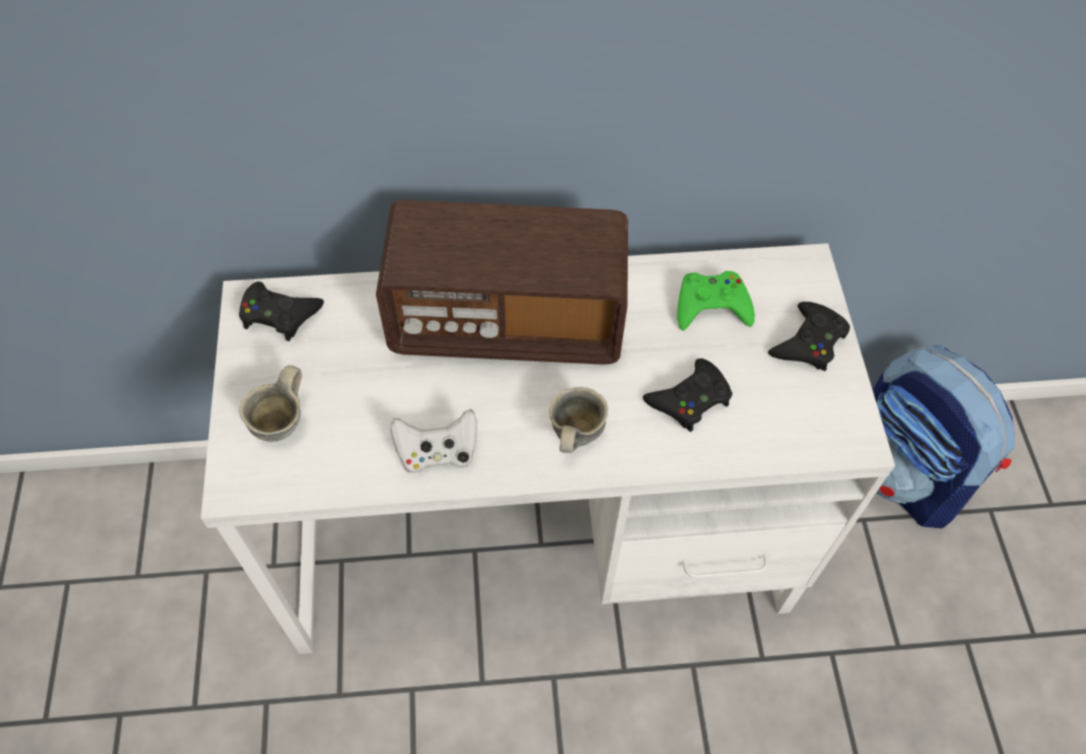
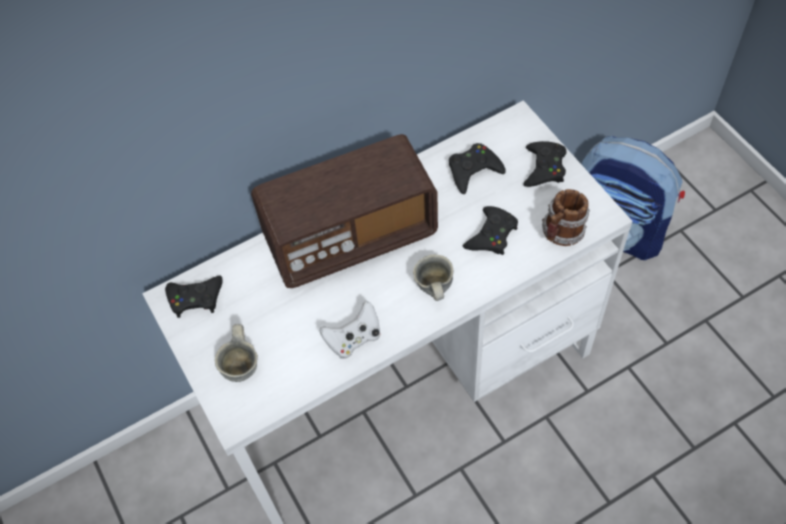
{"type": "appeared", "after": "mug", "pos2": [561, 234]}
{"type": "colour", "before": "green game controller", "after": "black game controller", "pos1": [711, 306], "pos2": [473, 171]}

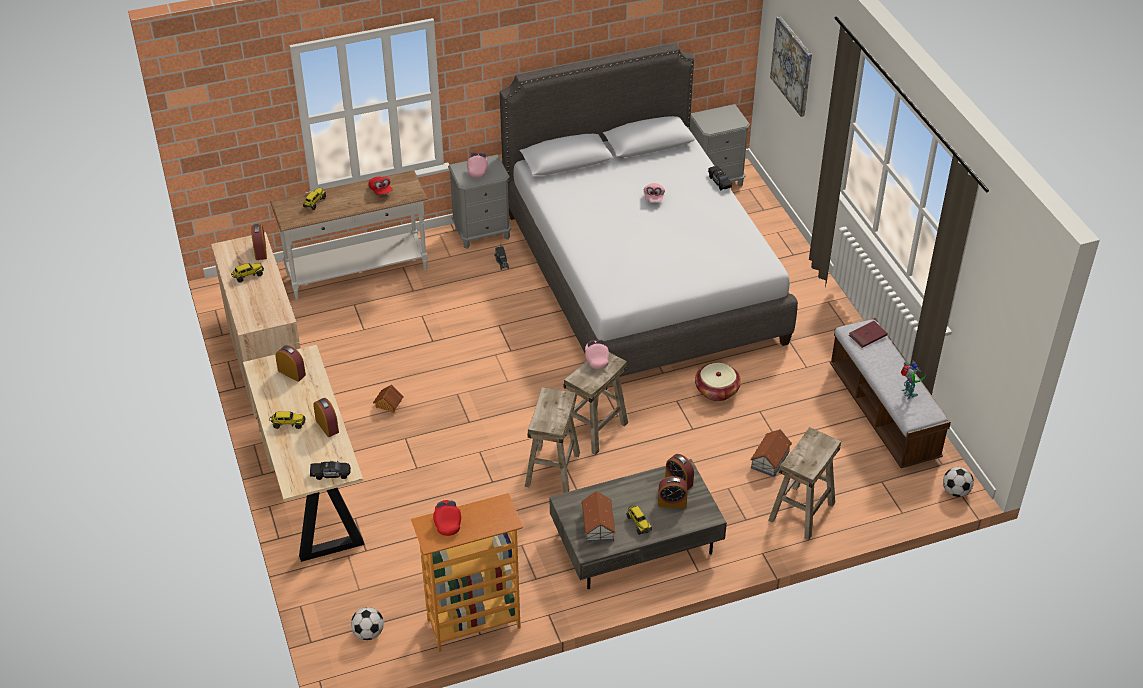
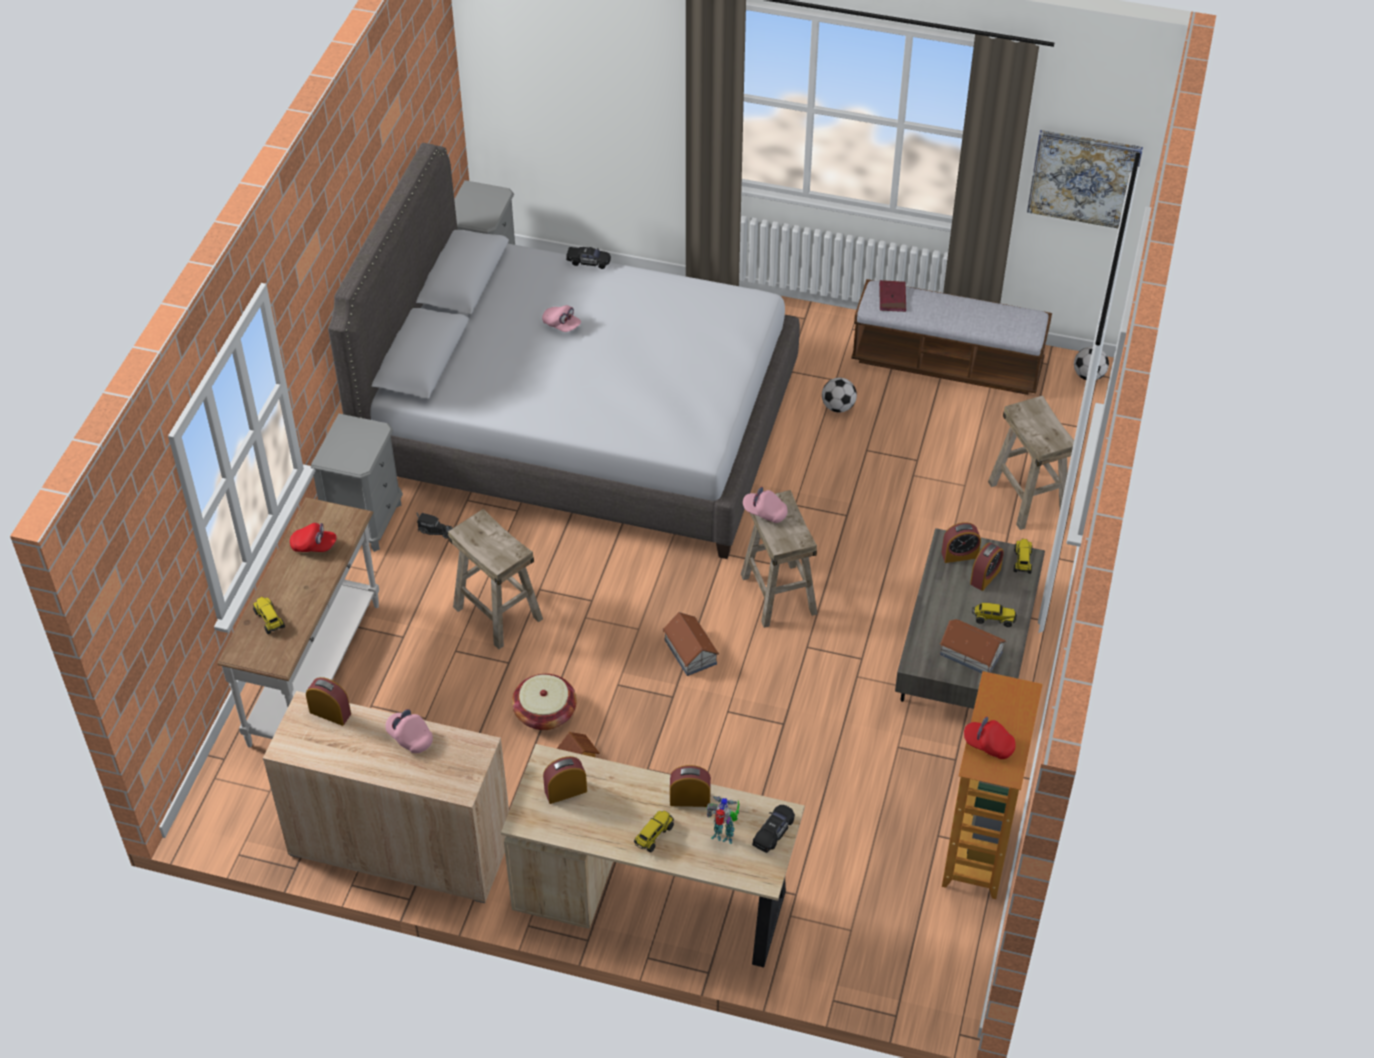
{"type": "relocated", "before": "toy truck", "pos1": [248, 275], "pos2": [1022, 561]}
{"type": "relocated", "before": "football", "pos1": [368, 633], "pos2": [838, 407]}
{"type": "relocated", "before": "pink cap", "pos1": [478, 170], "pos2": [410, 737]}
{"type": "relocated", "before": "beige stool", "pos1": [552, 469], "pos2": [497, 613]}
{"type": "relocated", "before": "basket", "pos1": [716, 390], "pos2": [545, 713]}
{"type": "relocated", "before": "toy house", "pos1": [769, 460], "pos2": [690, 652]}
{"type": "relocated", "before": "picture", "pos1": [792, 65], "pos2": [1084, 178]}
{"type": "relocated", "before": "toy robot", "pos1": [908, 394], "pos2": [724, 836]}

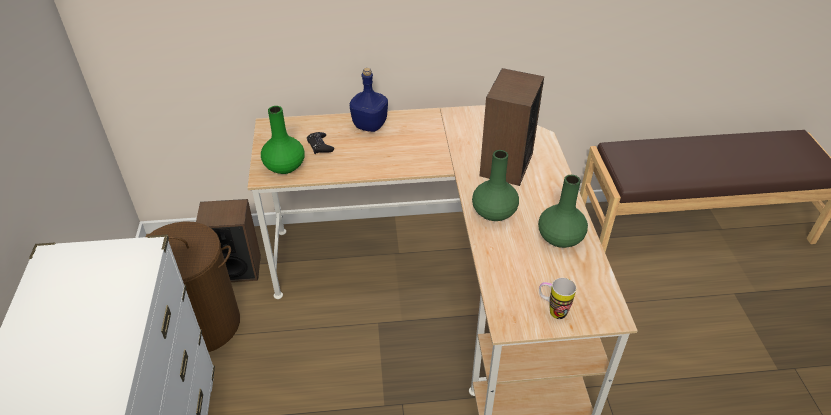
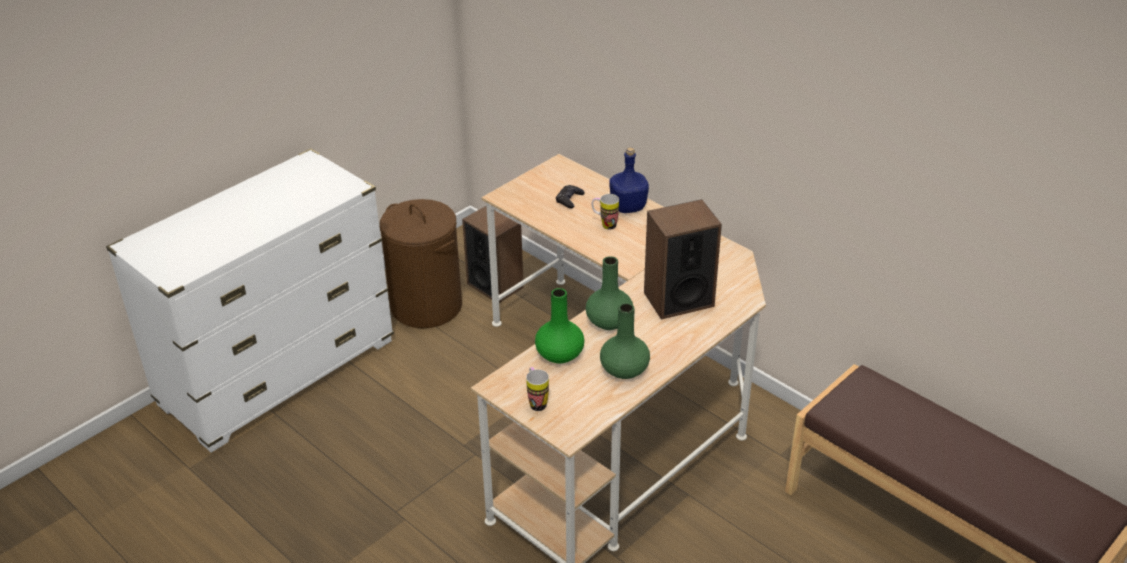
{"type": "appeared", "after": "mug", "pos2": [604, 225]}
{"type": "relocated", "before": "green vase", "pos1": [285, 166], "pos2": [560, 355]}

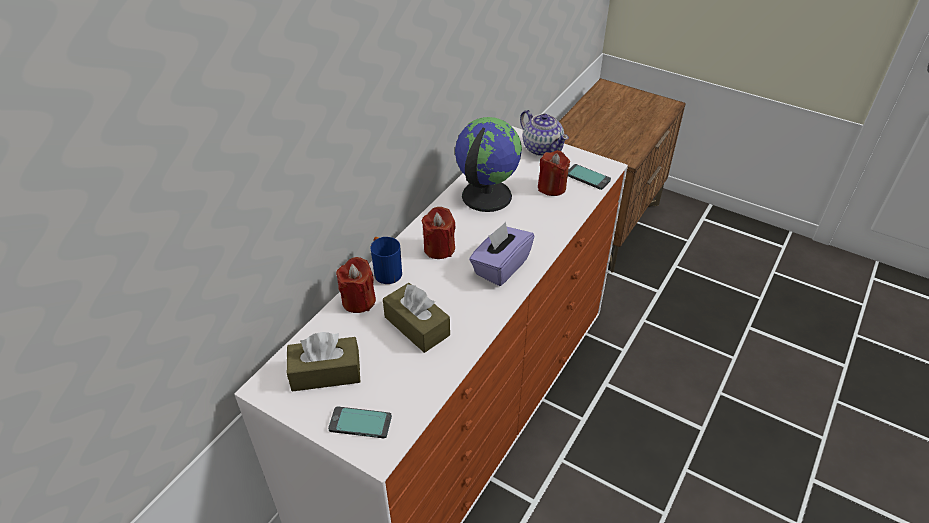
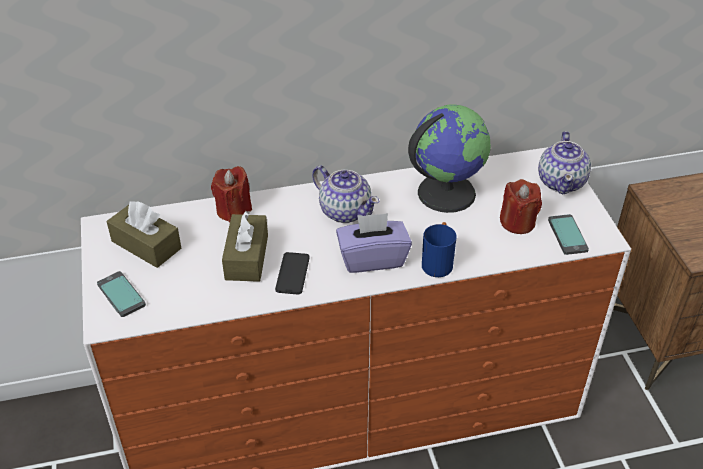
{"type": "appeared", "after": "phone", "pos2": [292, 273]}
{"type": "relocated", "before": "blue mug", "pos1": [385, 271], "pos2": [438, 262]}
{"type": "exchanged", "before": "red candle", "after": "teapot", "pos1": [439, 248], "pos2": [345, 211]}

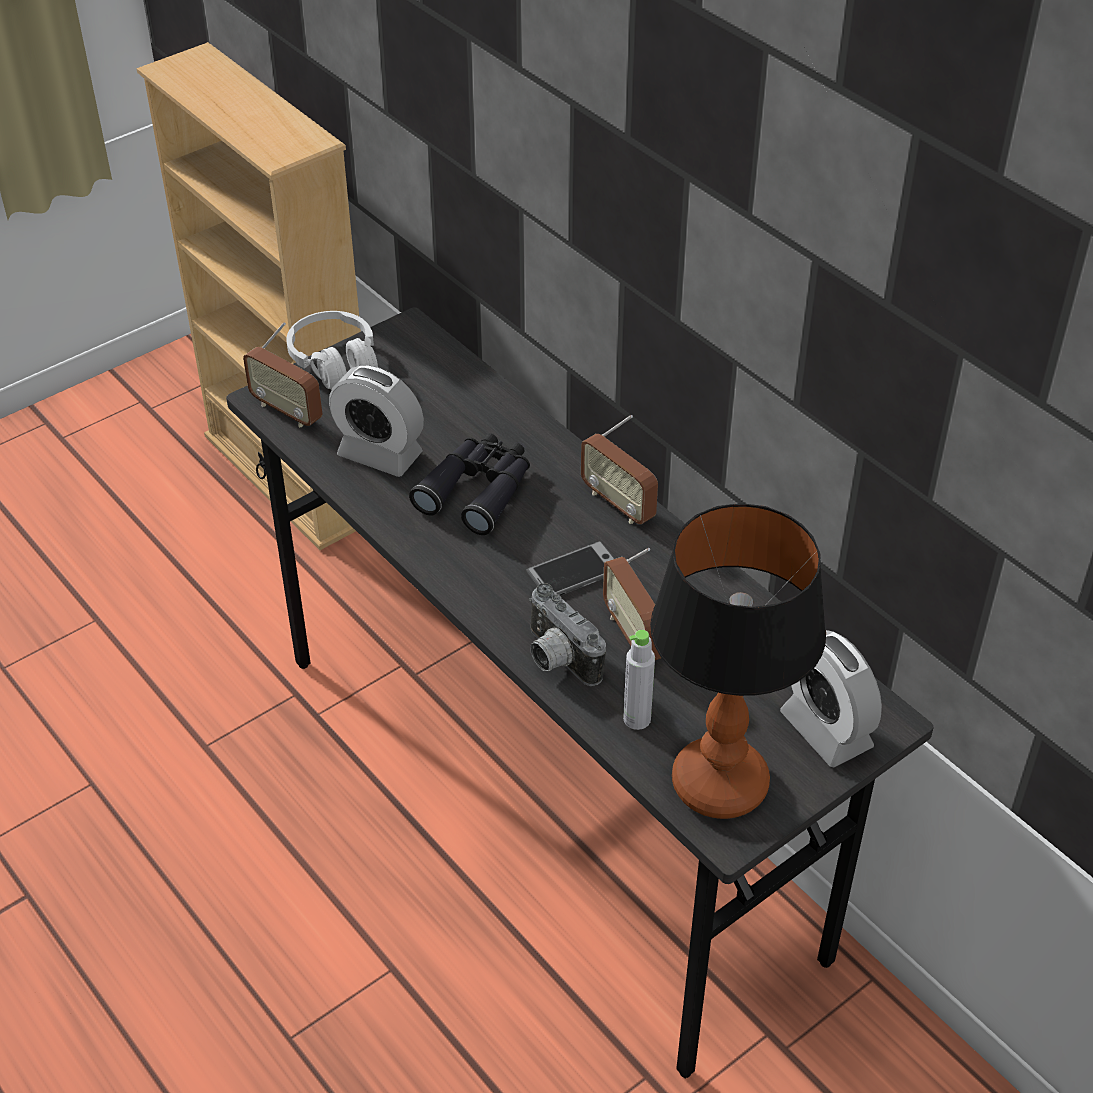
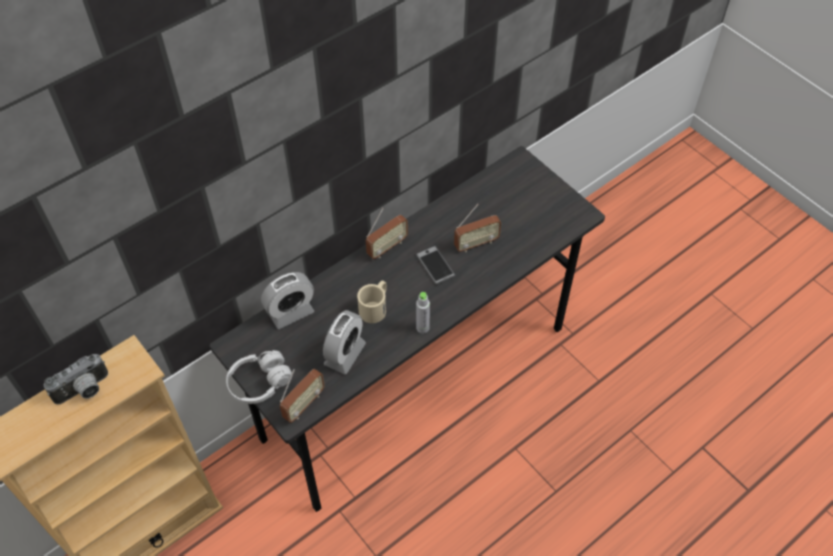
{"type": "missing", "before": "table lamp", "pos1": [721, 785]}
{"type": "relocated", "before": "photo camera", "pos1": [556, 659], "pos2": [84, 391]}
{"type": "relocated", "before": "grey bottle", "pos1": [637, 719], "pos2": [422, 328]}
{"type": "relocated", "before": "alarm clock", "pos1": [826, 730], "pos2": [291, 312]}
{"type": "exchanged", "before": "black binoculars", "after": "beige mug", "pos1": [478, 490], "pos2": [375, 307]}

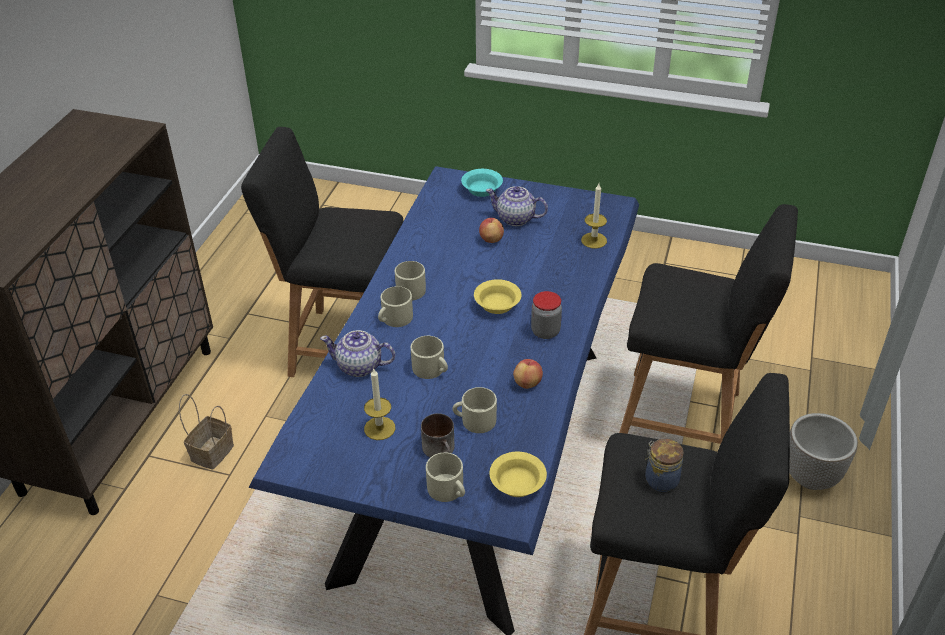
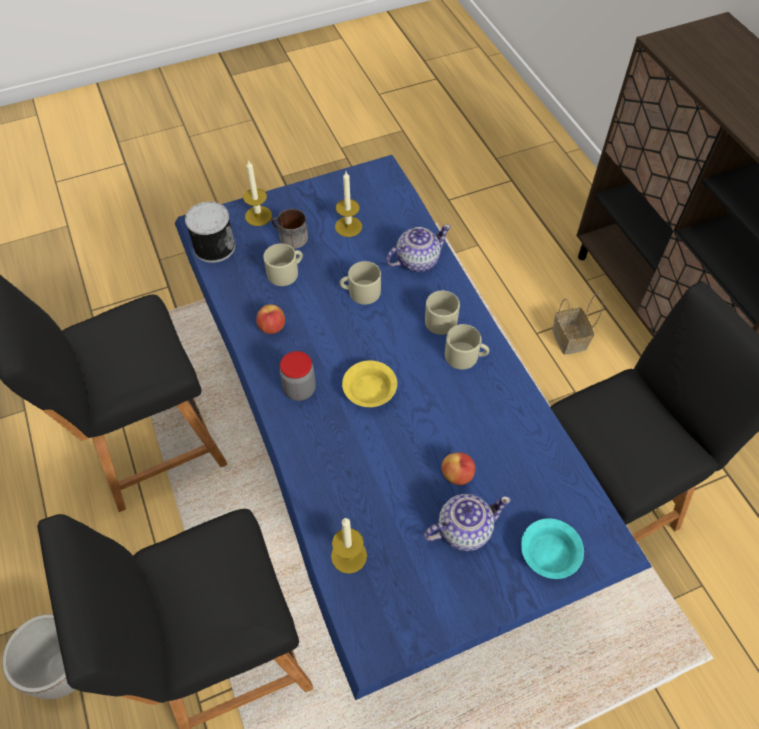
{"type": "missing", "before": "jar", "pos1": [660, 479]}
{"type": "exchanged", "before": "beige mug", "after": "candle", "pos1": [448, 490], "pos2": [258, 216]}
{"type": "exchanged", "before": "yellow bowl", "after": "can", "pos1": [518, 484], "pos2": [213, 246]}

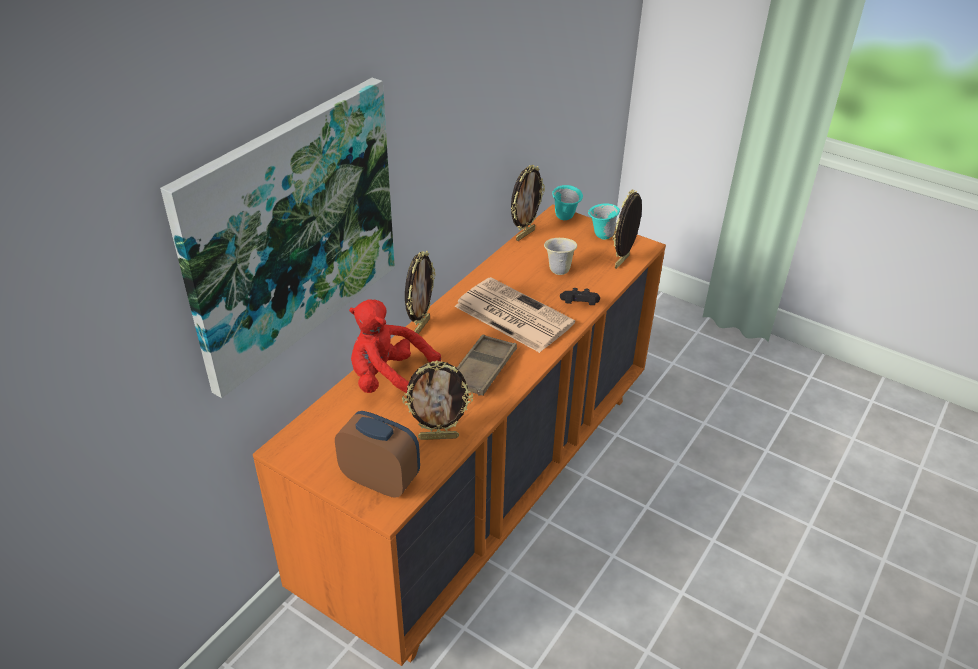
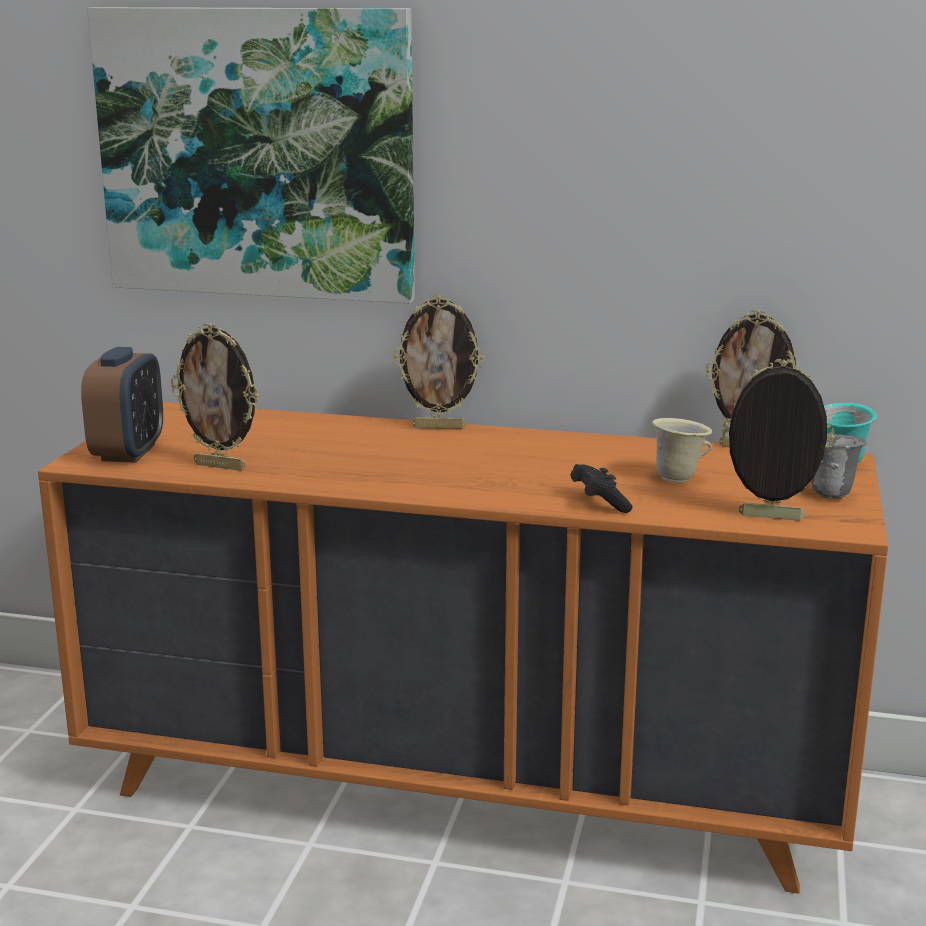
{"type": "missing", "before": "red plush toy", "pos1": [390, 382]}
{"type": "missing", "before": "newspaper", "pos1": [512, 315]}
{"type": "missing", "before": "brown tray", "pos1": [482, 370]}
{"type": "colour", "before": "turquoise mug", "after": "grey mug", "pos1": [601, 236], "pos2": [828, 494]}
{"type": "spun", "before": "picture frame", "pos1": [438, 437], "pos2": [221, 466], "turn": -45}

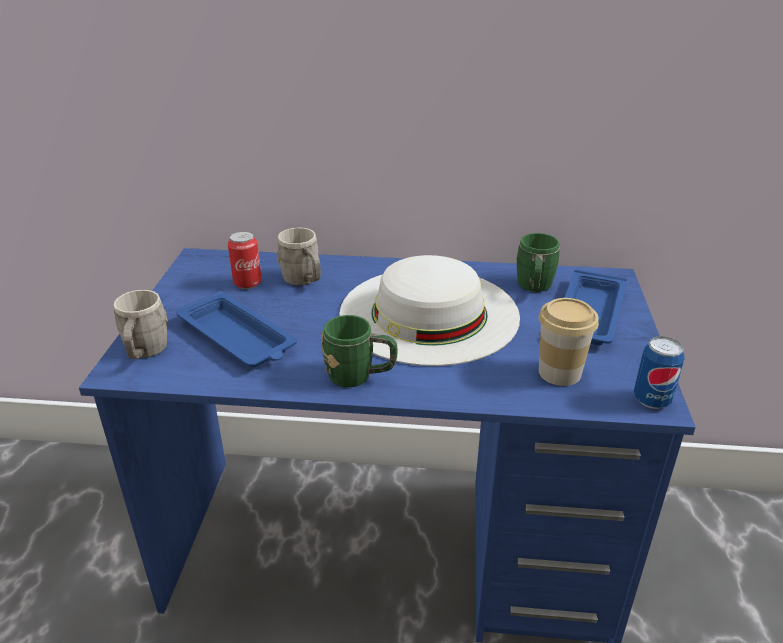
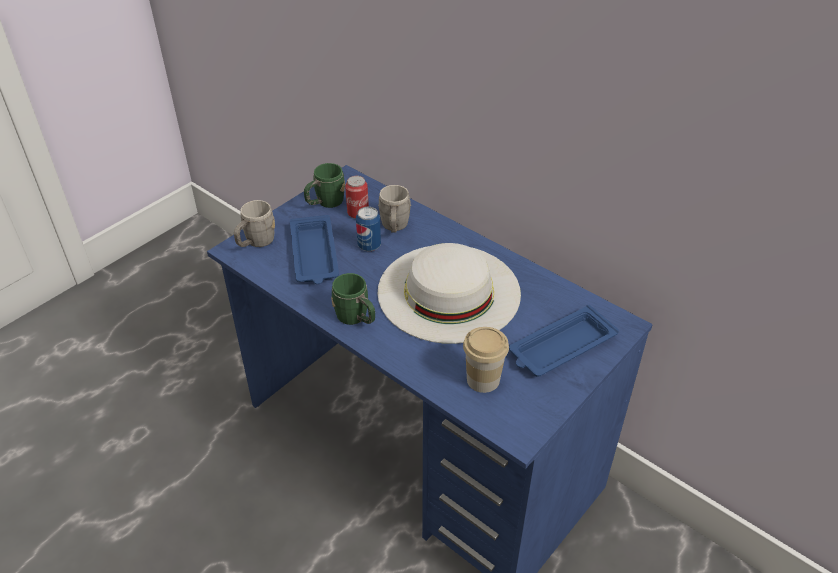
{"type": "relocated", "before": "green mug", "pos1": [534, 288], "pos2": [325, 203]}
{"type": "relocated", "before": "can", "pos1": [651, 400], "pos2": [369, 246]}

